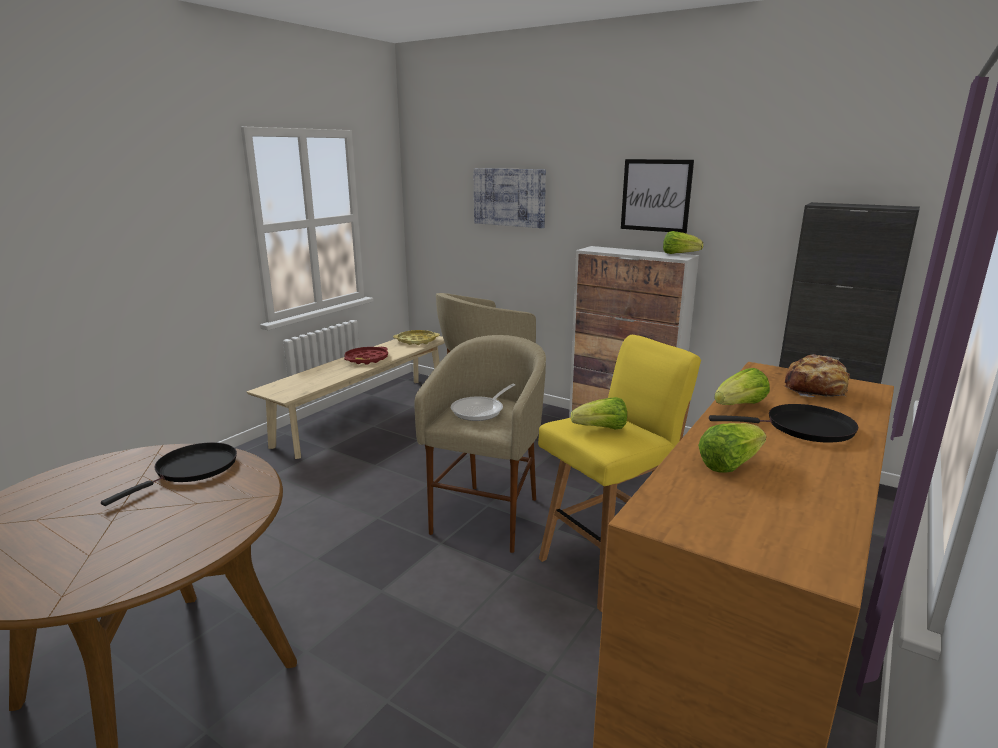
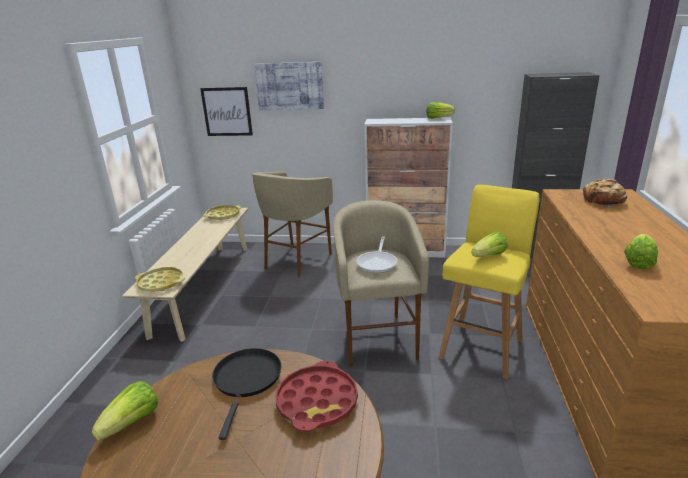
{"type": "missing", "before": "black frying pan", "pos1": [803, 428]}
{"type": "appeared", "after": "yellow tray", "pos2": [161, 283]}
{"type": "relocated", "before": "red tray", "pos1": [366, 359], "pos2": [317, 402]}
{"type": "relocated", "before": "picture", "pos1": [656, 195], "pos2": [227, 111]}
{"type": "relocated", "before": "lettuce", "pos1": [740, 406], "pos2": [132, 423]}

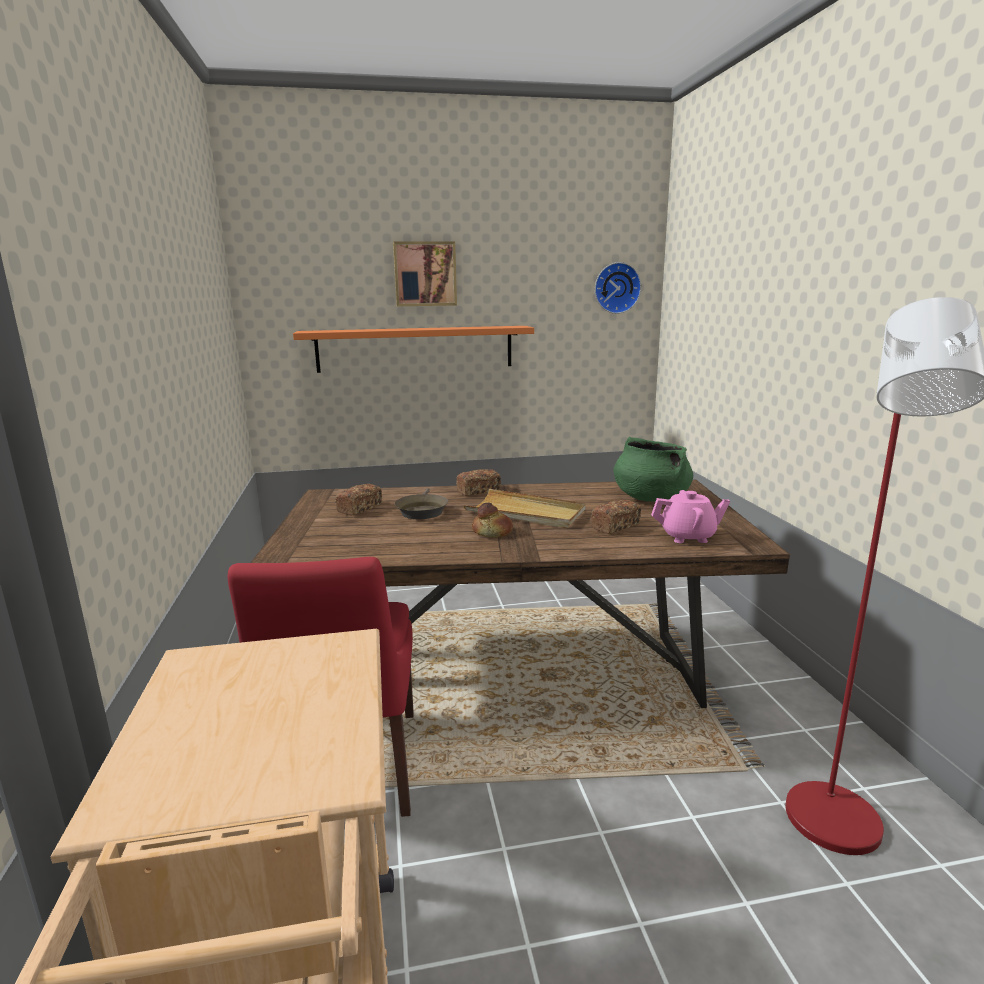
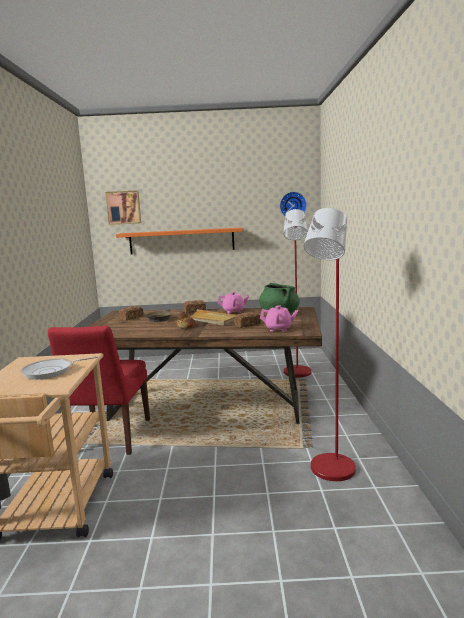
{"type": "appeared", "after": "frying pan", "pos2": [51, 371]}
{"type": "appeared", "after": "pink teapot", "pos2": [234, 311]}
{"type": "appeared", "after": "red floor lamp", "pos2": [297, 374]}
{"type": "relocated", "before": "picture", "pos1": [425, 274], "pos2": [123, 207]}

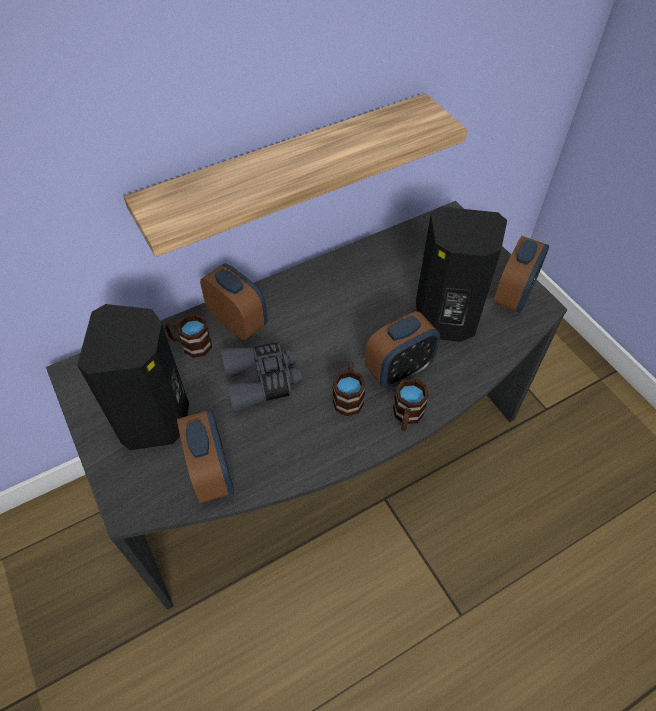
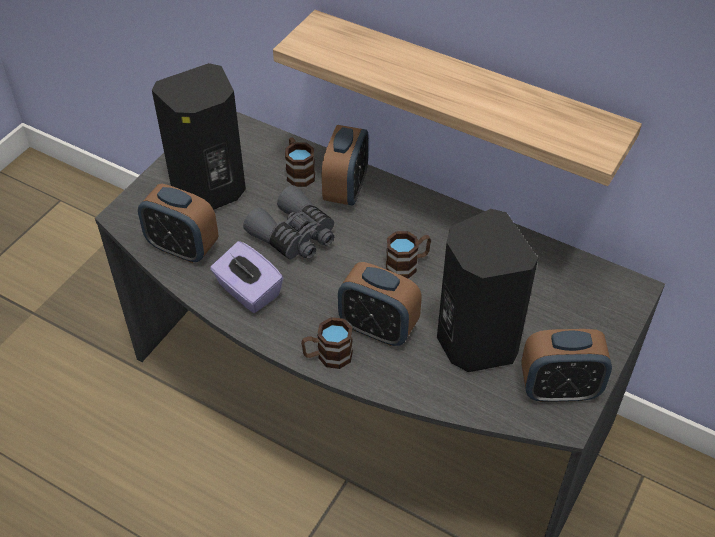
{"type": "appeared", "after": "purple tissue box", "pos2": [248, 291]}
{"type": "relocated", "before": "brown mug", "pos1": [348, 396], "pos2": [407, 264]}
{"type": "spun", "before": "alarm clock", "pos1": [212, 473], "pos2": [183, 248], "turn": 75}

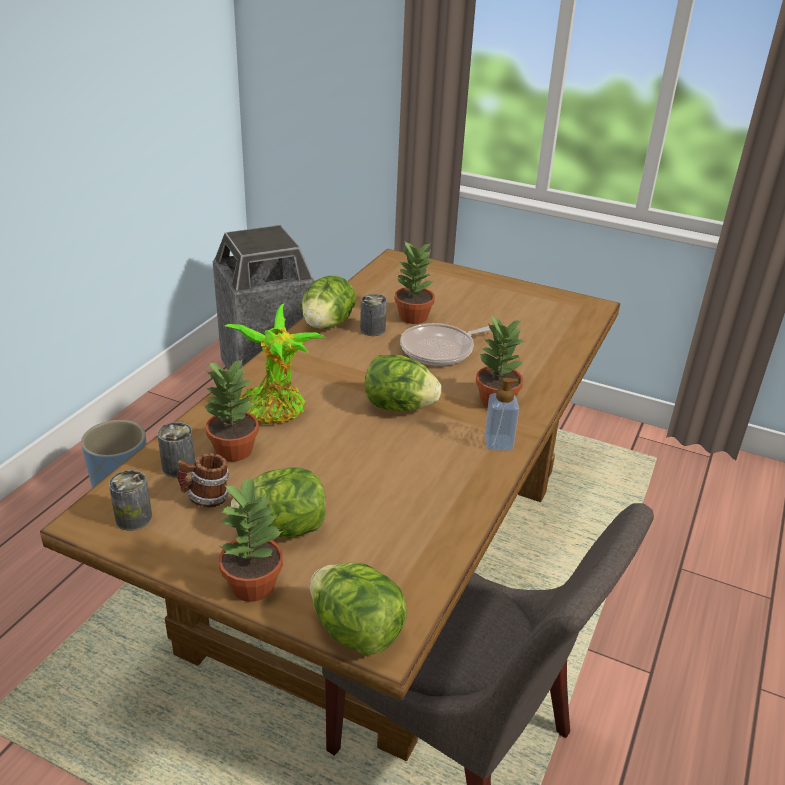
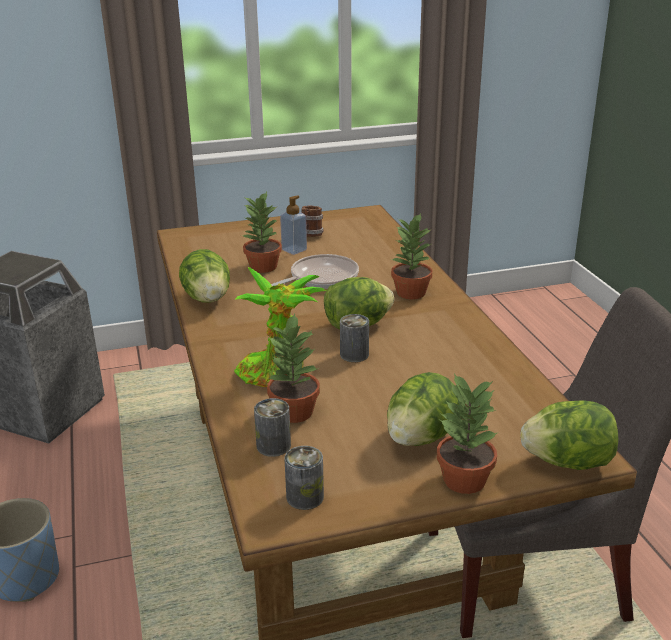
{"type": "relocated", "before": "mug", "pos1": [206, 499], "pos2": [310, 236]}
{"type": "relocated", "before": "can", "pos1": [372, 329], "pos2": [354, 354]}
{"type": "relocated", "before": "soap dispenser", "pos1": [498, 443], "pos2": [294, 250]}
{"type": "spun", "before": "frying pan", "pos1": [441, 349], "pos2": [320, 278], "turn": -150}

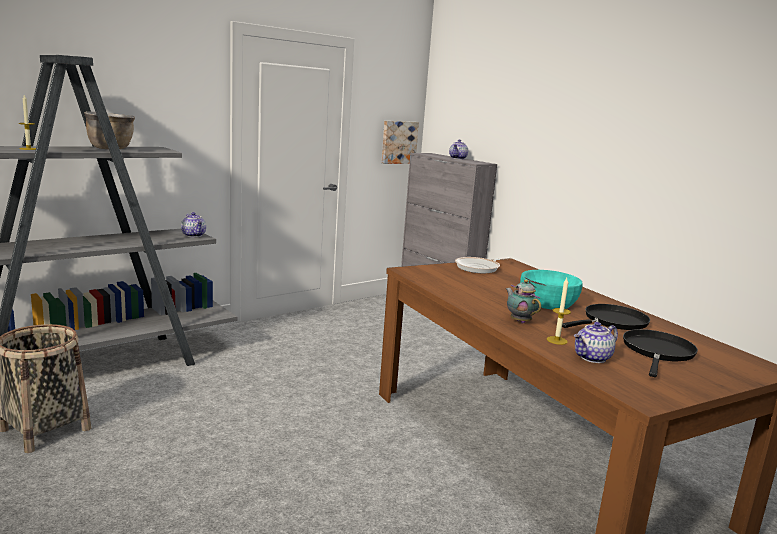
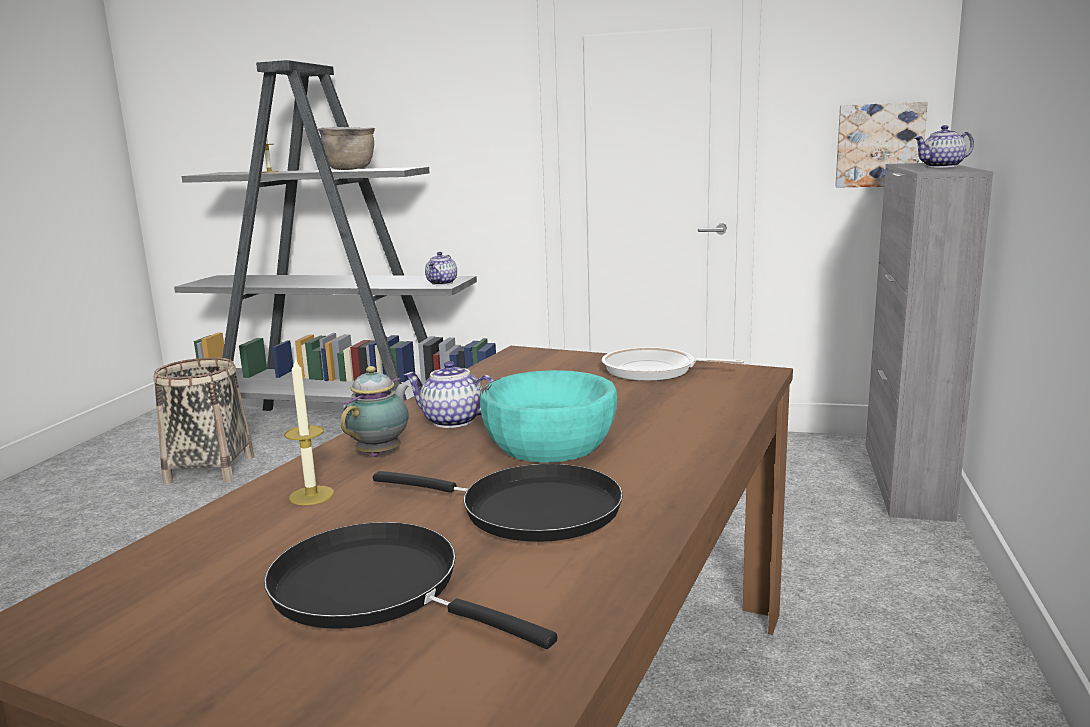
{"type": "relocated", "before": "teapot", "pos1": [593, 358], "pos2": [451, 421]}
{"type": "spun", "before": "black frying pan", "pos1": [657, 352], "pos2": [376, 589], "turn": -135}

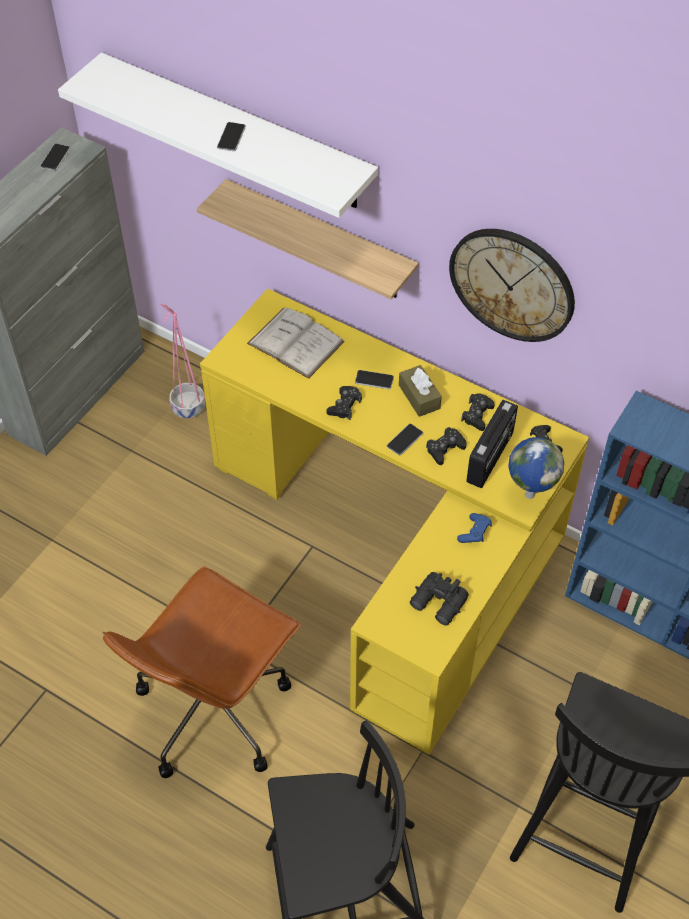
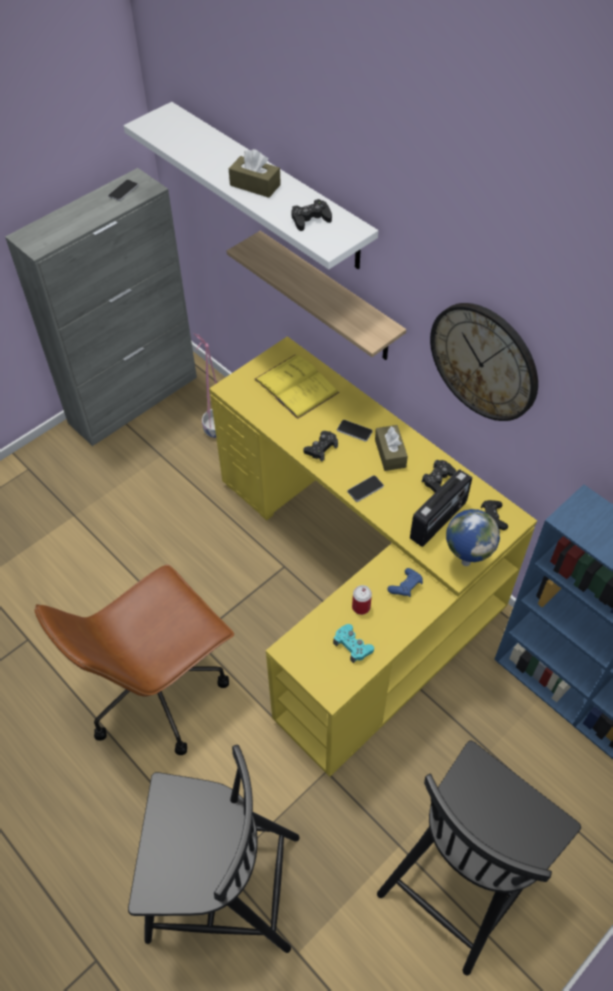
{"type": "appeared", "after": "can", "pos2": [361, 607]}
{"type": "relocated", "before": "black game controller", "pos1": [445, 449], "pos2": [310, 219]}
{"type": "exchanged", "before": "phone", "after": "brown tissue box", "pos1": [231, 137], "pos2": [255, 185]}
{"type": "exchanged", "before": "black binoculars", "after": "turquoise game controller", "pos1": [438, 604], "pos2": [352, 646]}
{"type": "colour", "before": "white book", "after": "yellow book", "pos1": [295, 342], "pos2": [296, 386]}

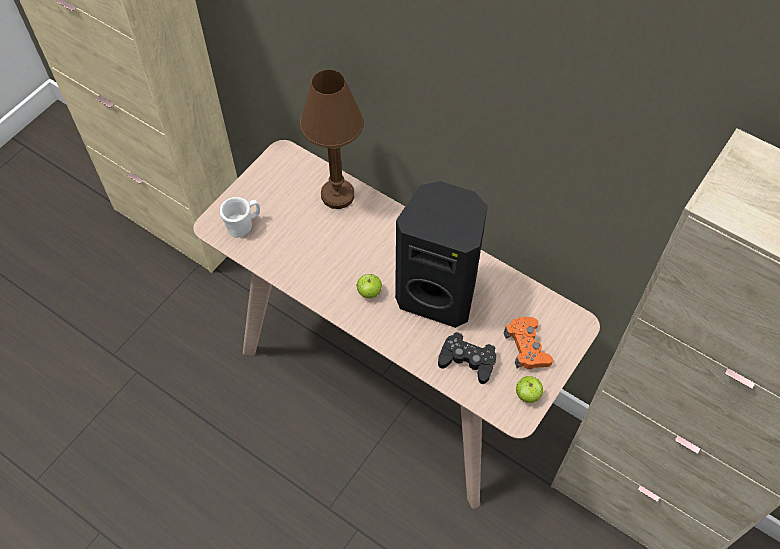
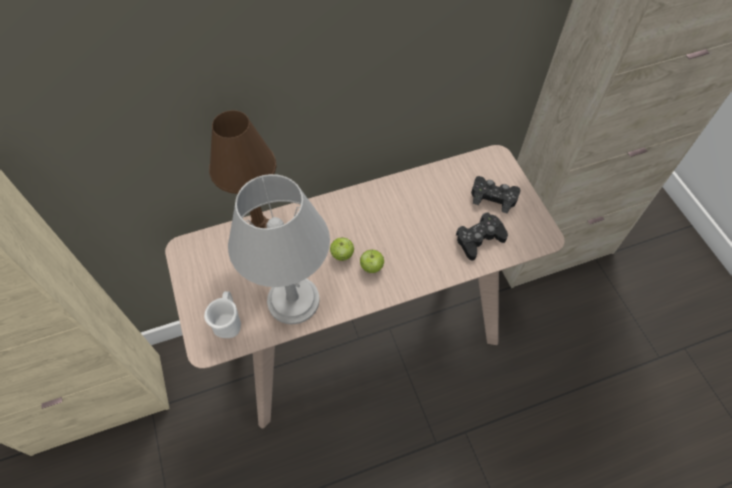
{"type": "missing", "before": "black speaker", "pos1": [438, 294]}
{"type": "appeared", "after": "grey table lamp", "pos2": [292, 300]}
{"type": "relocated", "before": "apple", "pos1": [527, 395], "pos2": [342, 255]}
{"type": "colour", "before": "orange game controller", "after": "black game controller", "pos1": [527, 347], "pos2": [493, 197]}

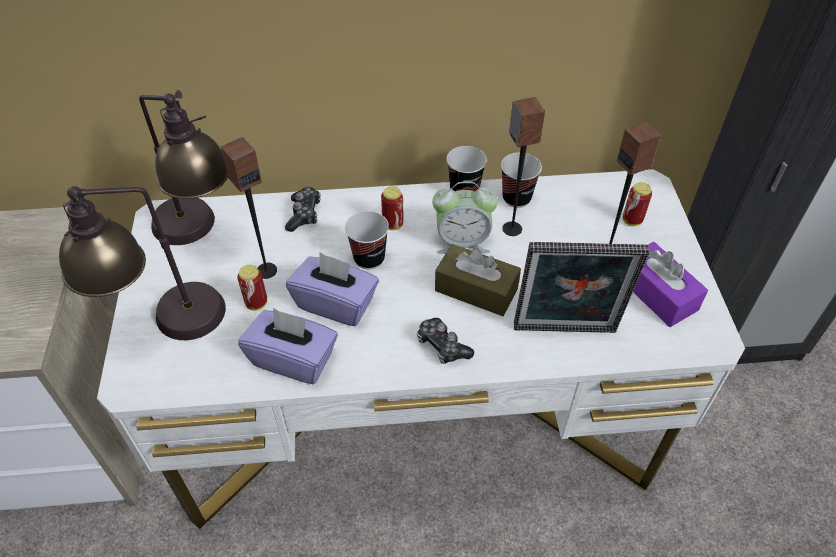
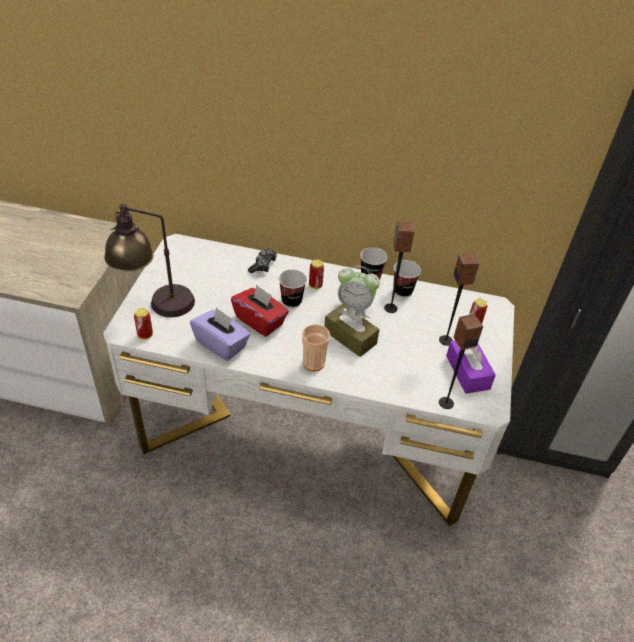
{"type": "missing", "before": "table lamp", "pos1": [199, 233]}
{"type": "missing", "before": "picture frame", "pos1": [565, 333]}
{"type": "relocated", "before": "speaker", "pos1": [266, 270], "pos2": [446, 402]}
{"type": "relocated", "before": "can", "pos1": [256, 303], "pos2": [145, 335]}
{"type": "exchanged", "before": "game controller", "after": "cup", "pos1": [442, 346], "pos2": [313, 363]}
{"type": "colour", "before": "purple tissue box", "after": "red tissue box", "pos1": [336, 303], "pos2": [260, 321]}

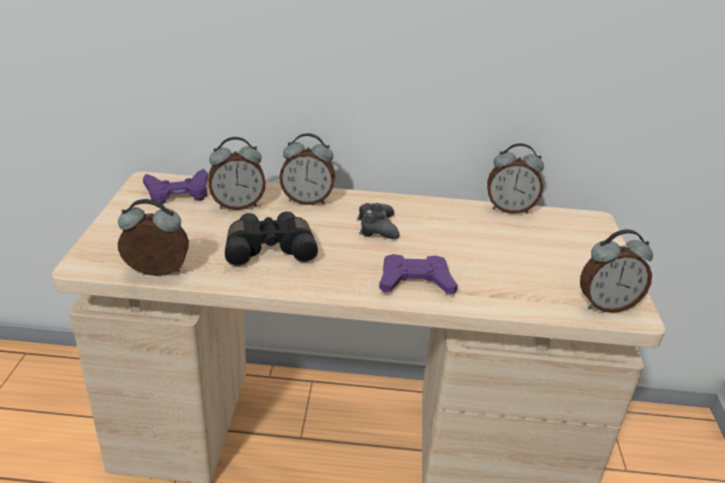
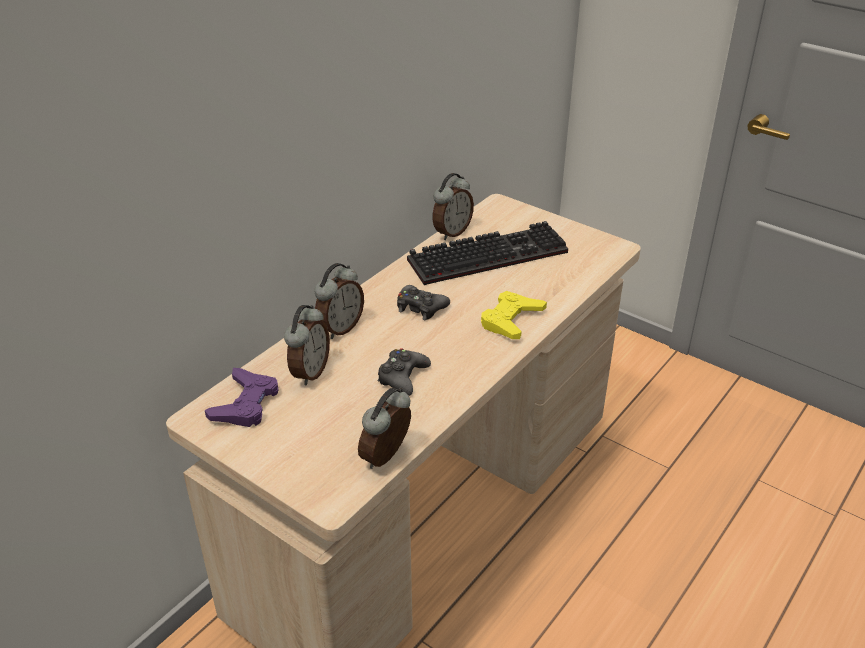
{"type": "missing", "before": "alarm clock", "pos1": [606, 305]}
{"type": "appeared", "after": "keyboard", "pos2": [489, 254]}
{"type": "exchanged", "before": "black binoculars", "after": "black game controller", "pos1": [270, 248], "pos2": [402, 377]}
{"type": "colour", "before": "purple game controller", "after": "yellow game controller", "pos1": [415, 281], "pos2": [511, 320]}

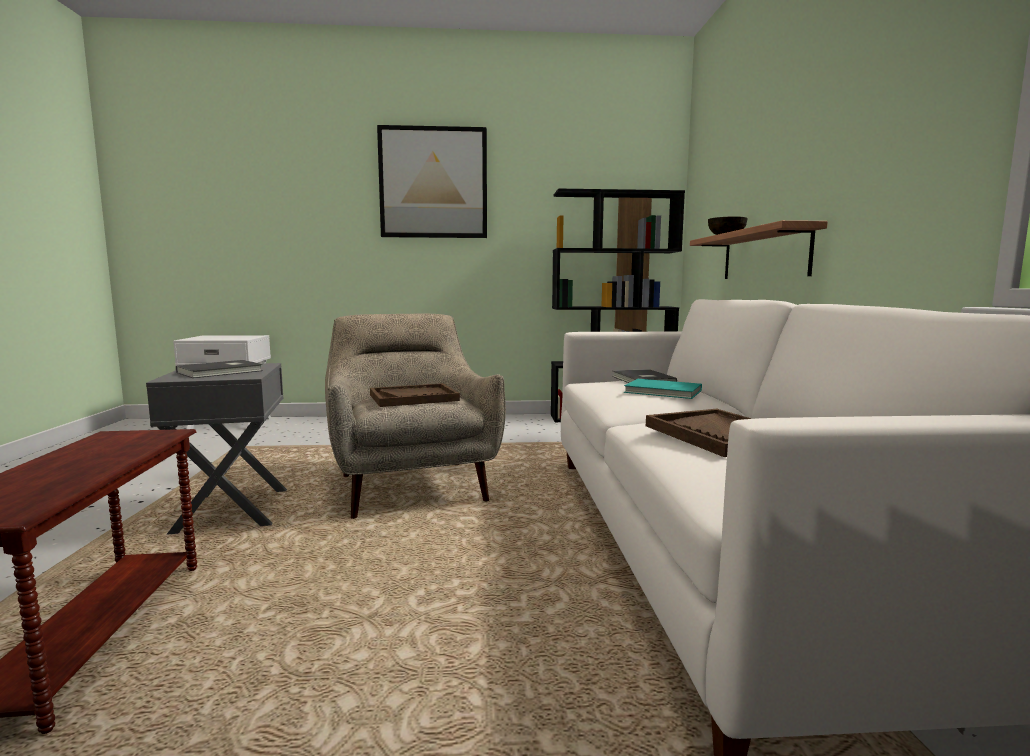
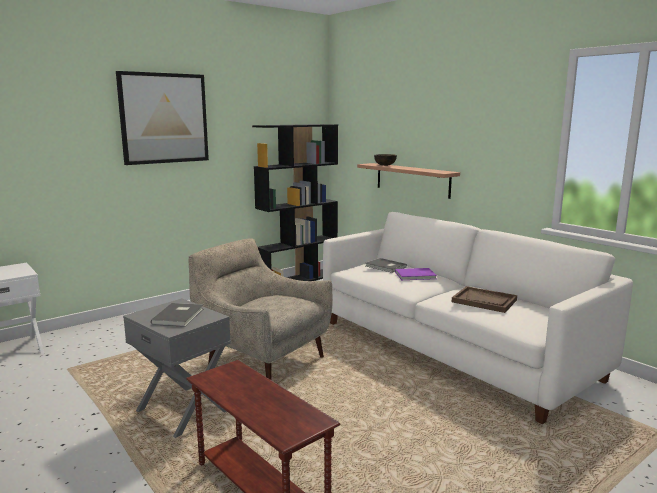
{"type": "missing", "before": "brown tray", "pos1": [414, 398]}
{"type": "colour", "before": "turquoise book", "after": "purple book", "pos1": [663, 392], "pos2": [416, 276]}

